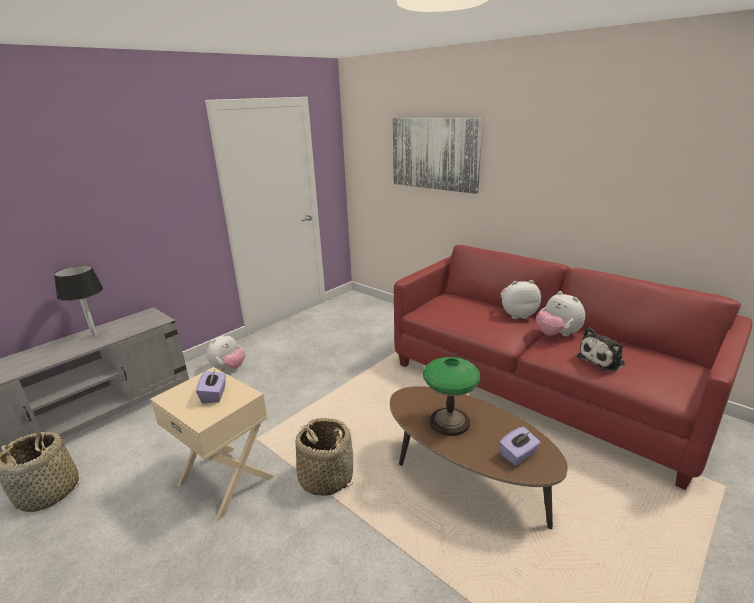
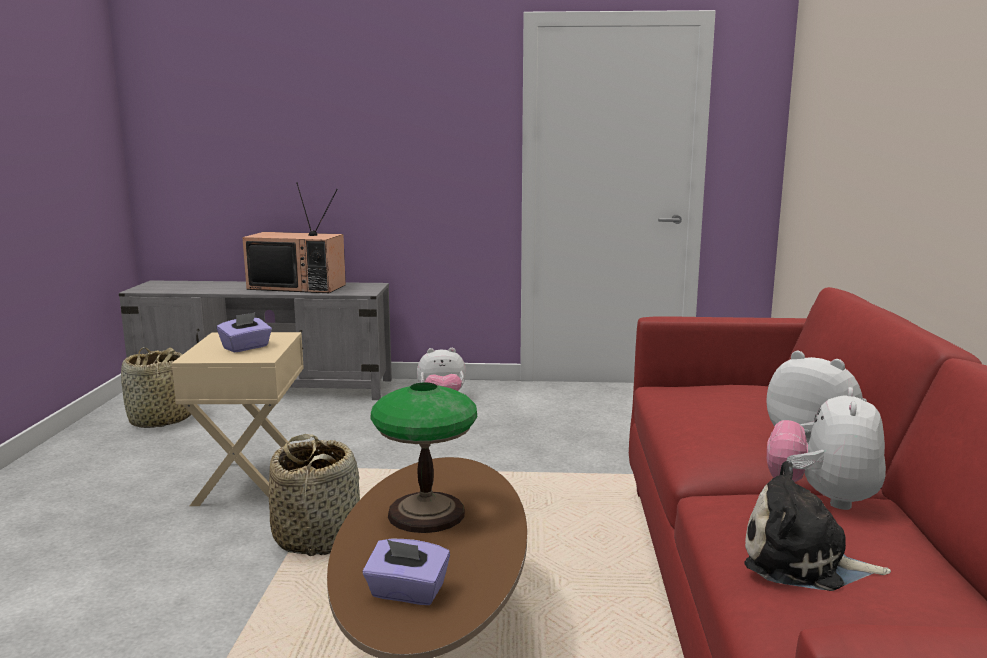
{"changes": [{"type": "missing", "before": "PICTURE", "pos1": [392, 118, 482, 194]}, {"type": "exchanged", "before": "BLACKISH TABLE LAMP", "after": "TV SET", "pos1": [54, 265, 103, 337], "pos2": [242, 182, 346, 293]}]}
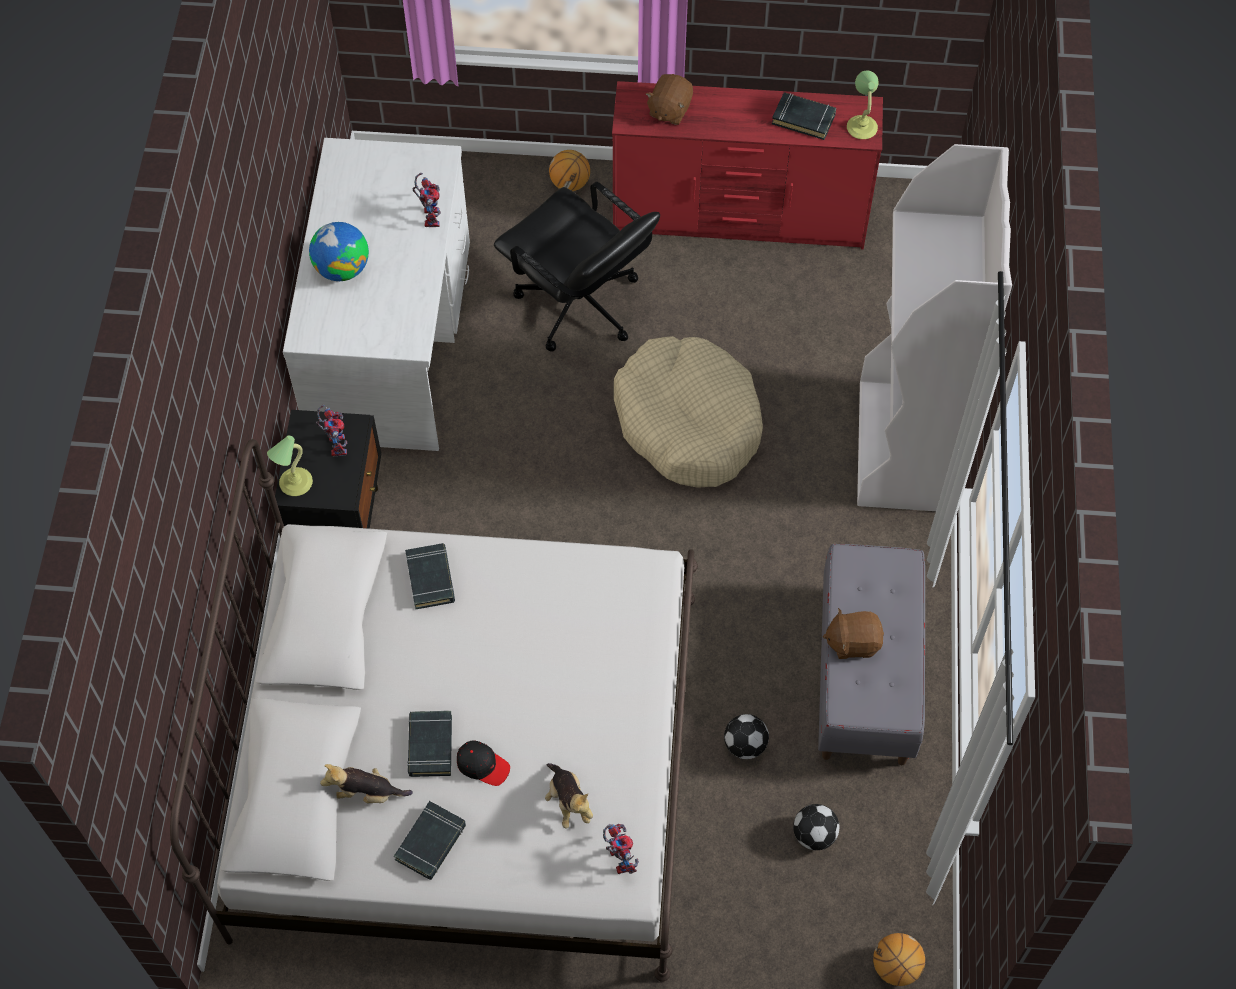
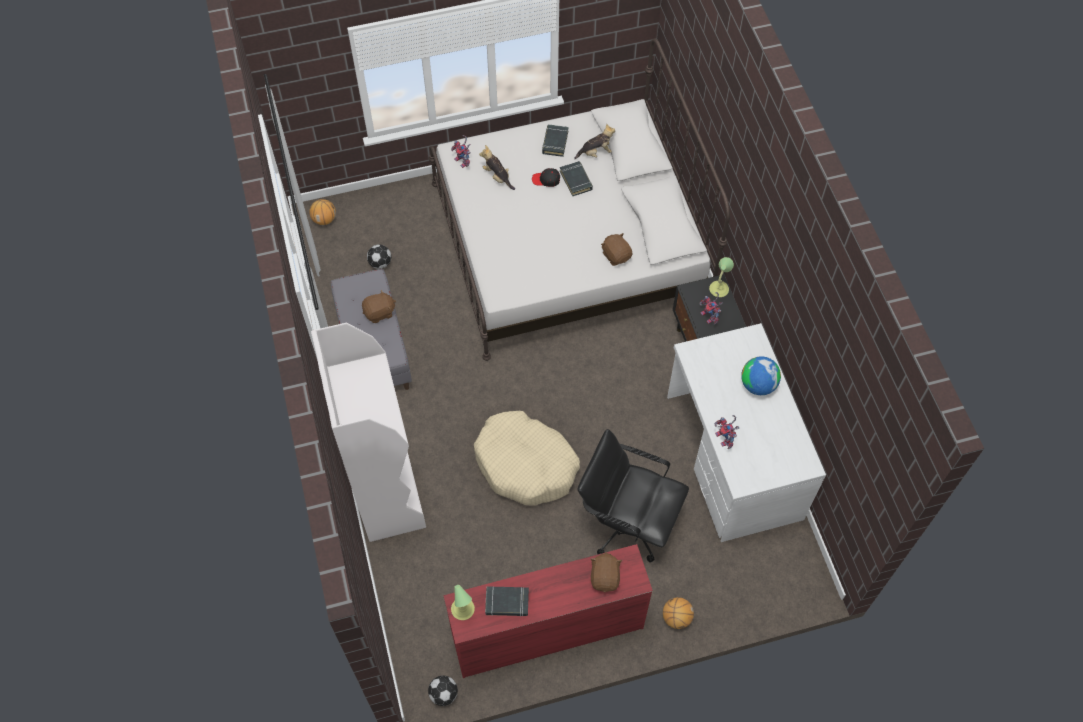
{"changes": [{"type": "relocated", "before": "FOOTBALL BALL", "pos1": [724, 714, 769, 759], "pos2": [428, 675, 458, 706]}, {"type": "exchanged", "before": "BLACKISH BOOK", "after": "BROWN CUDDLY TOY", "pos1": [405, 543, 455, 609], "pos2": [601, 233, 632, 266]}]}
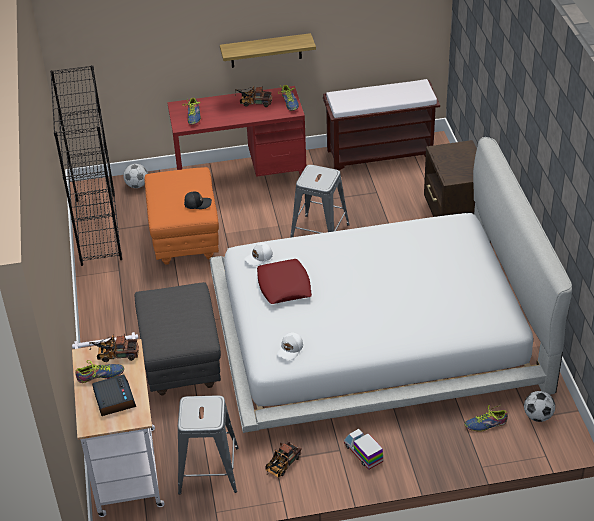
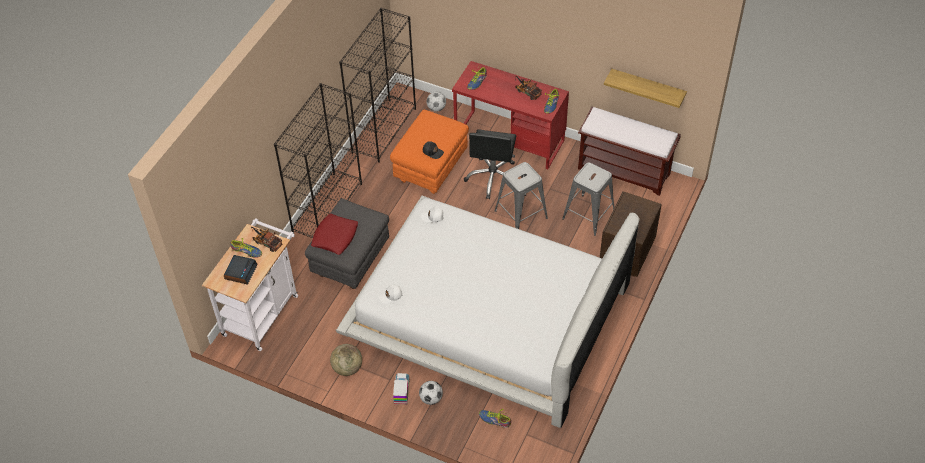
{"changes": [{"type": "appeared", "after": "BLACKISH SHELVING UNIT", "pos2": [274, 83, 362, 238]}, {"type": "appeared", "after": "BLACKISH COMPUTER CHAIR", "pos2": [464, 129, 516, 199]}, {"type": "relocated", "before": "GRAY STOOL", "pos1": [178, 395, 239, 495], "pos2": [562, 162, 615, 236]}, {"type": "relocated", "before": "BRACKET SHELF", "pos1": [220, 33, 316, 68], "pos2": [604, 69, 687, 108]}, {"type": "relocated", "before": "RED-COLOURED THROW PILLOW", "pos1": [257, 259, 312, 304], "pos2": [311, 214, 358, 255]}, {"type": "relocated", "before": "FOOTBALL BALL", "pos1": [524, 391, 555, 422], "pos2": [419, 381, 443, 405]}, {"type": "exchanged", "before": "TOY TRUCK", "after": "WORLD GLOBE", "pos1": [265, 441, 302, 478], "pos2": [330, 344, 362, 376]}]}
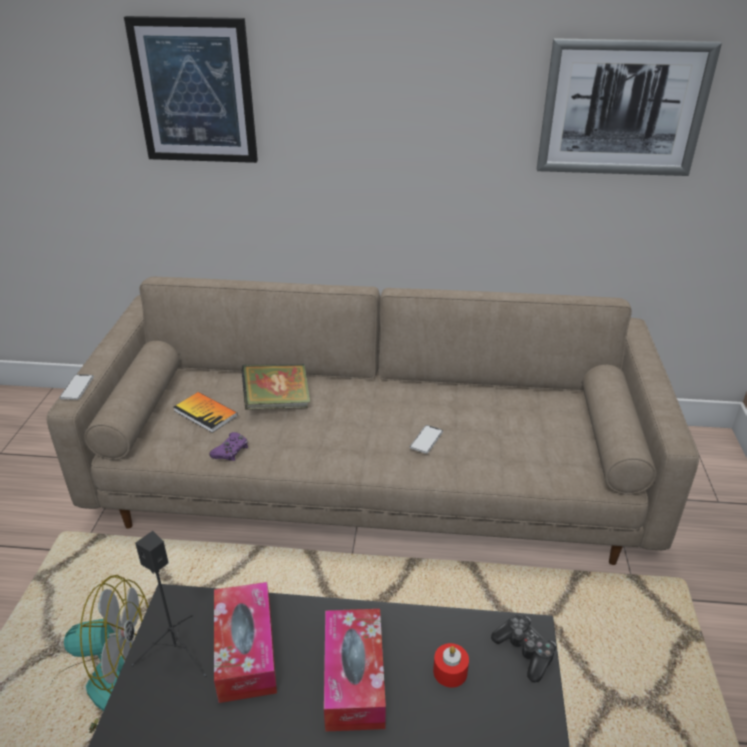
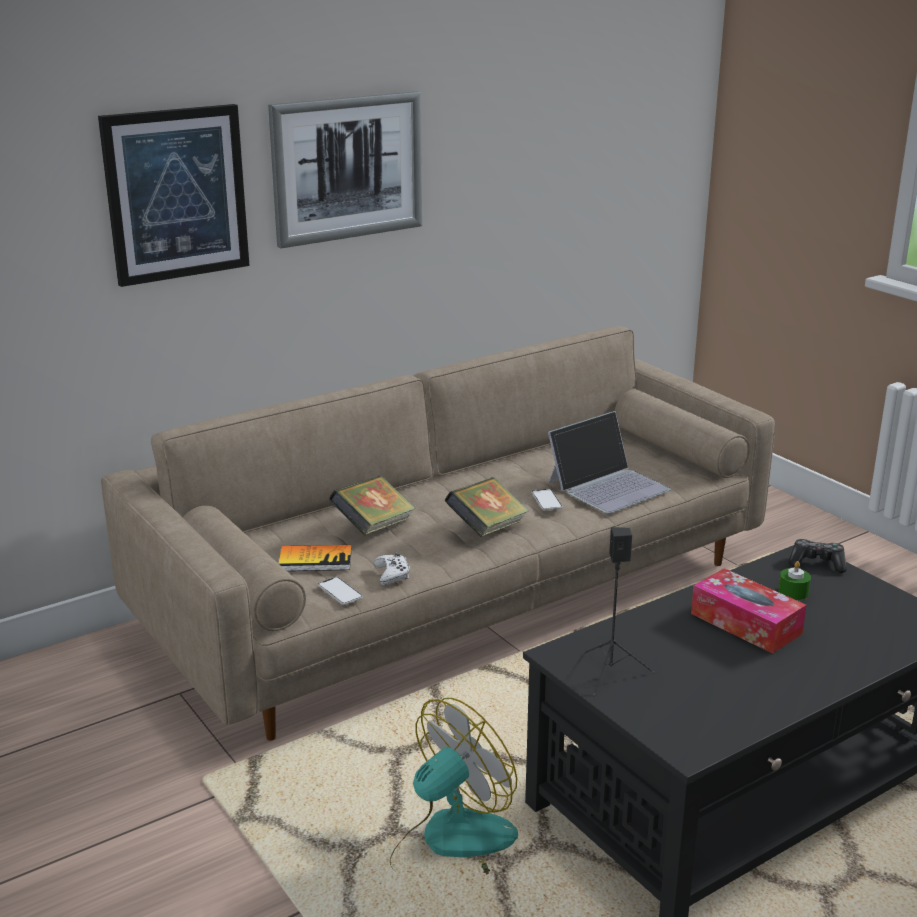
{"changes": [{"type": "missing", "before": "BOX OF TISSUES", "pos1": [214, 582, 277, 703]}, {"type": "appeared", "after": "BOOK", "pos2": [445, 477, 529, 537]}, {"type": "appeared", "after": "LAPTOP", "pos2": [548, 411, 671, 514]}, {"type": "relocated", "before": "HANDSET", "pos1": [59, 374, 94, 400], "pos2": [318, 577, 363, 605]}, {"type": "relocated", "before": "PICTURE", "pos1": [537, 39, 722, 176], "pos2": [268, 91, 422, 248]}, {"type": "colour", "before": "PURPLE-COLOURED JOYPAD", "after": "WHITE JOYPAD", "pos1": [210, 432, 248, 461], "pos2": [374, 552, 410, 585]}, {"type": "colour", "before": "RED-COLOURED CANDLE", "after": "GREEN-COLOURED CANDLE", "pos1": [433, 643, 469, 688], "pos2": [778, 561, 811, 600]}]}
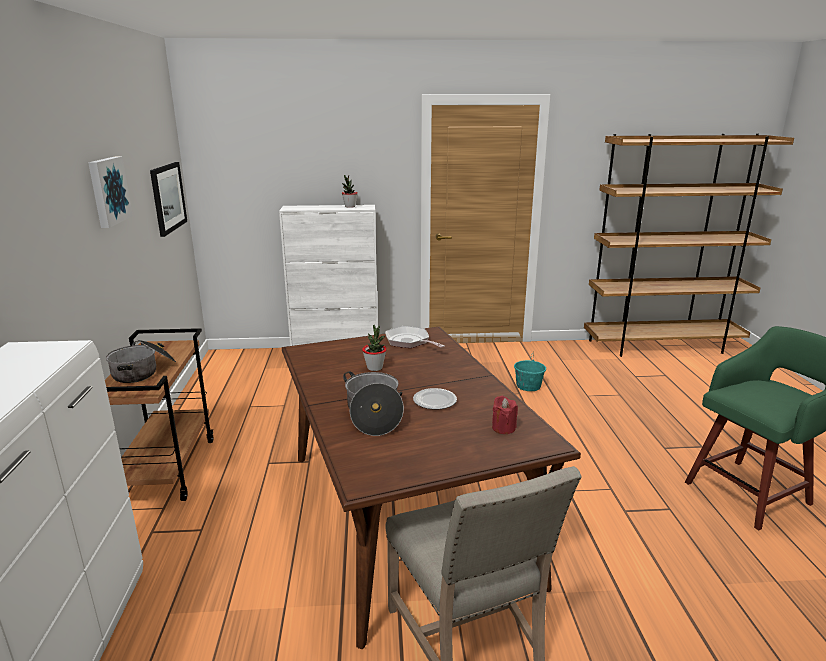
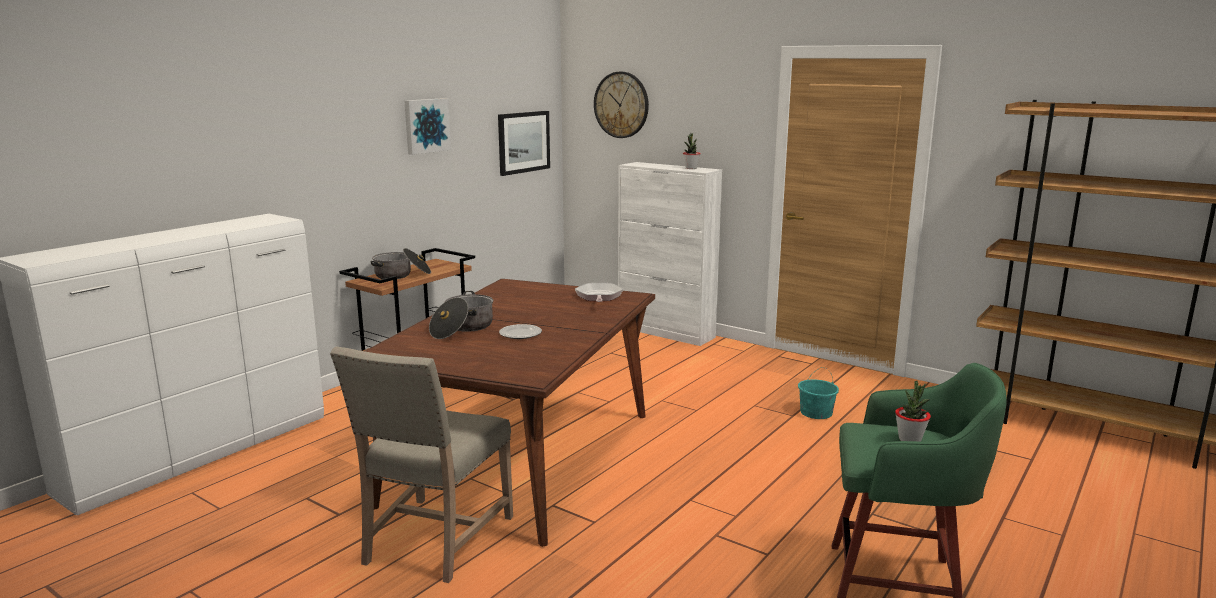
{"changes": [{"type": "missing", "before": "RED-COLOURED CANDLE", "pos1": [492, 396, 518, 434]}, {"type": "appeared", "after": "CLOCK ON THE WALL", "pos2": [594, 72, 649, 138]}, {"type": "relocated", "before": "HOUSEPLANT", "pos1": [362, 325, 387, 371], "pos2": [895, 381, 931, 441]}]}
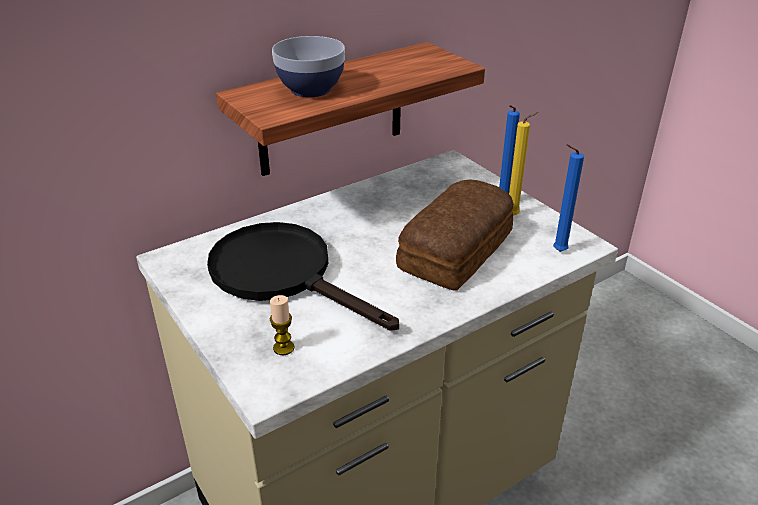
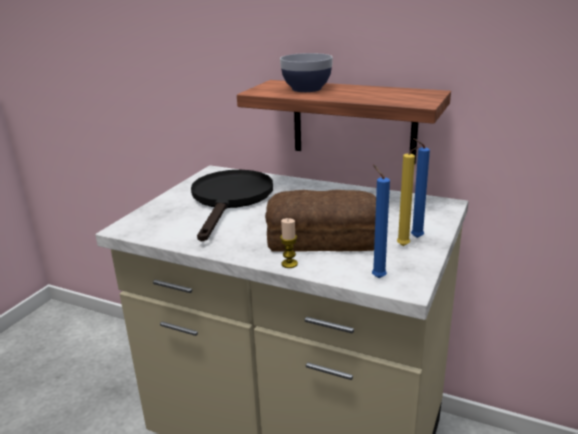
{"changes": [{"type": "relocated", "before": "CANDLE", "pos1": [270, 295, 295, 355], "pos2": [280, 218, 298, 268]}]}
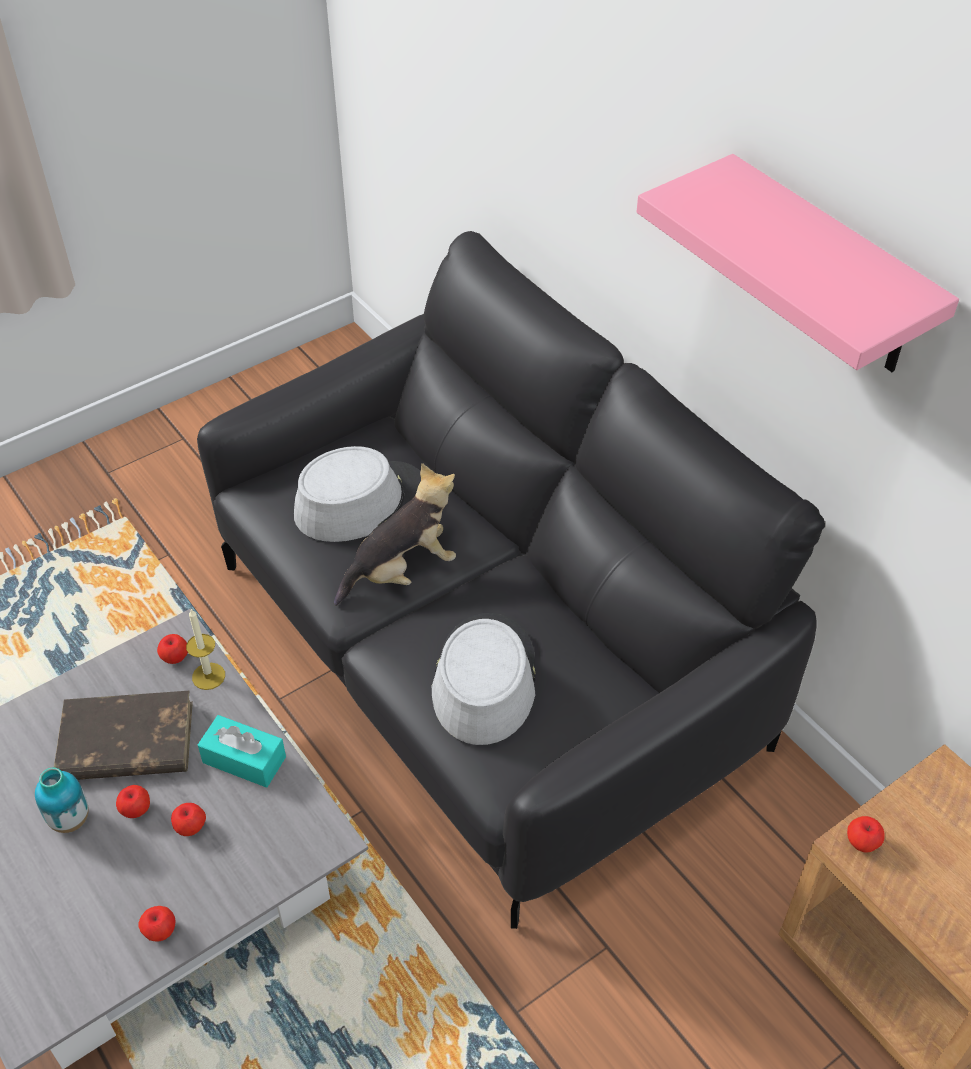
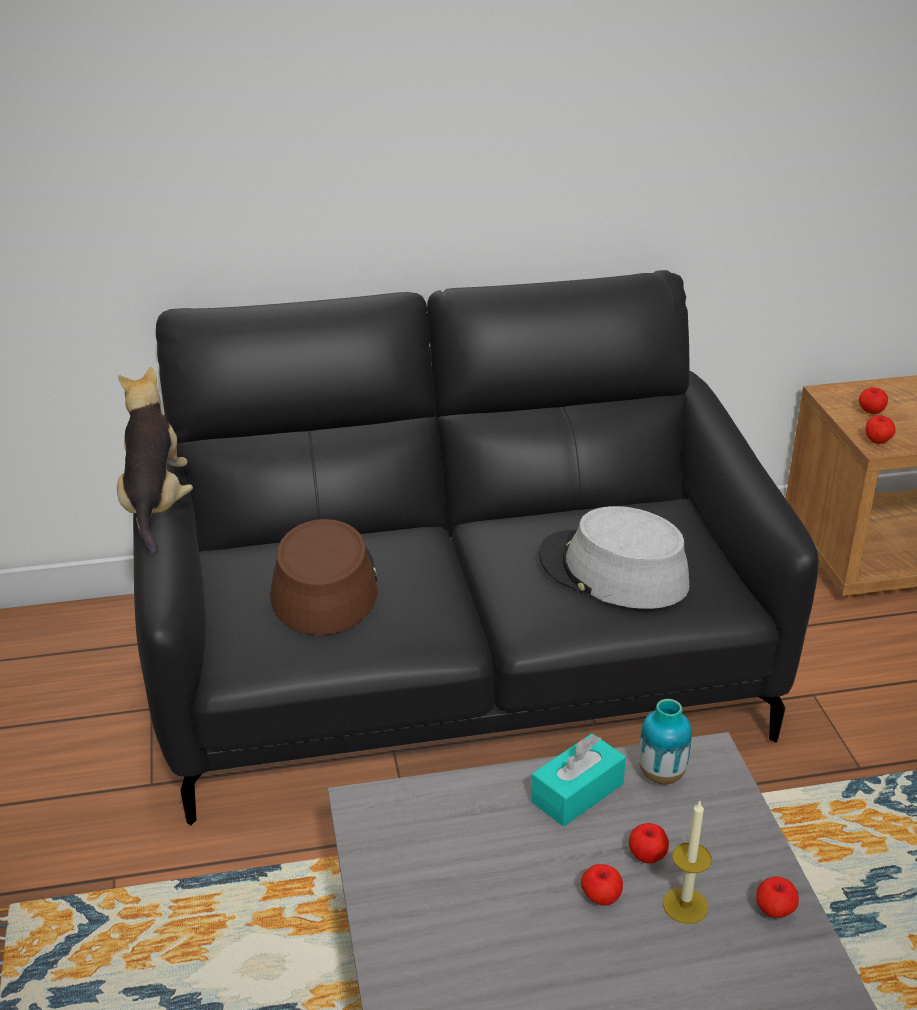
{"changes": [{"type": "missing", "before": "BROWN BOOK", "pos1": [54, 691, 193, 780]}, {"type": "missing", "before": "PINK BRACKET SHELF", "pos1": [637, 154, 959, 372]}, {"type": "relocated", "before": "VASE", "pos1": [35, 768, 89, 833], "pos2": [639, 699, 692, 784]}, {"type": "relocated", "before": "APPLE", "pos1": [157, 634, 188, 664], "pos2": [859, 387, 888, 414]}, {"type": "relocated", "before": "CANDLE", "pos1": [186, 609, 225, 690], "pos2": [663, 801, 712, 924]}, {"type": "relocated", "before": "CUDDLY TOY", "pos1": [334, 463, 456, 606], "pos2": [117, 367, 193, 554]}, {"type": "colour", "before": "GRAY CLOTHING HAT", "after": "BROWN CLOTHING HAT", "pos1": [294, 446, 421, 542], "pos2": [270, 519, 378, 635]}]}
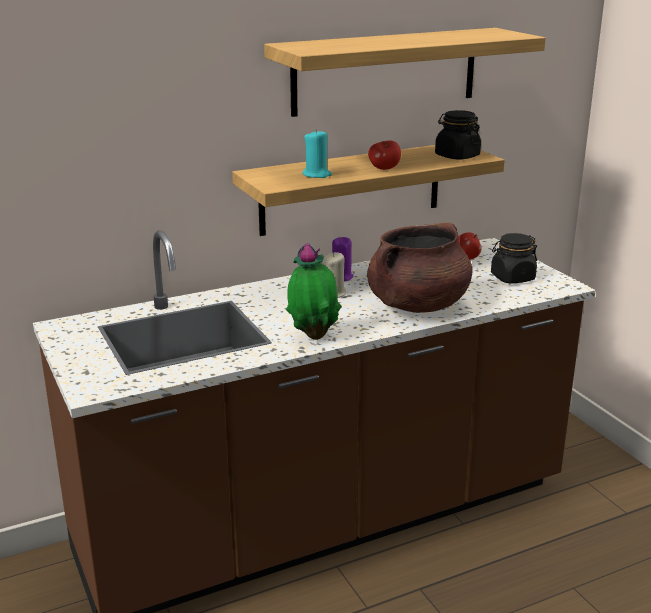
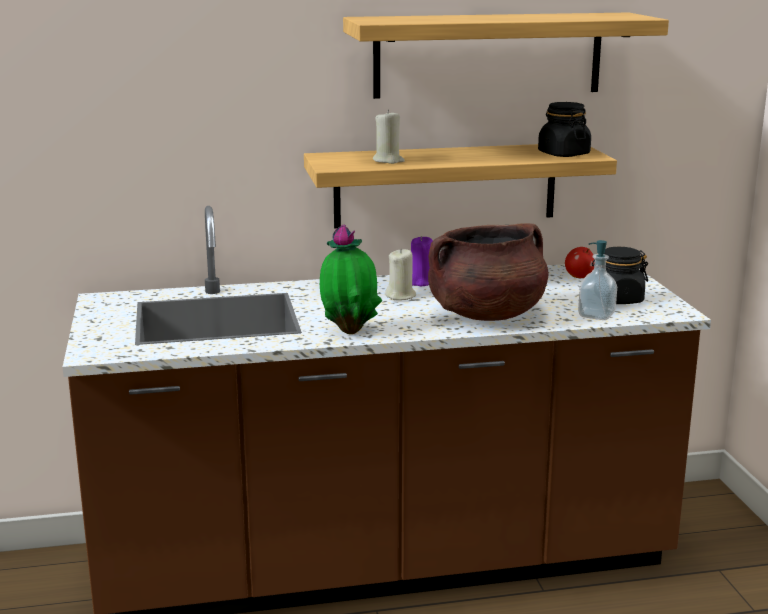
{"changes": [{"type": "missing", "before": "APPLE", "pos1": [368, 140, 401, 170]}, {"type": "appeared", "after": "SOAP DISPENSER", "pos2": [578, 240, 617, 320]}, {"type": "colour", "before": "TURQUOISE-COLOURED CANDLE", "after": "BEIGE-COLOURED CANDLE", "pos1": [302, 129, 332, 178], "pos2": [373, 110, 405, 164]}]}
